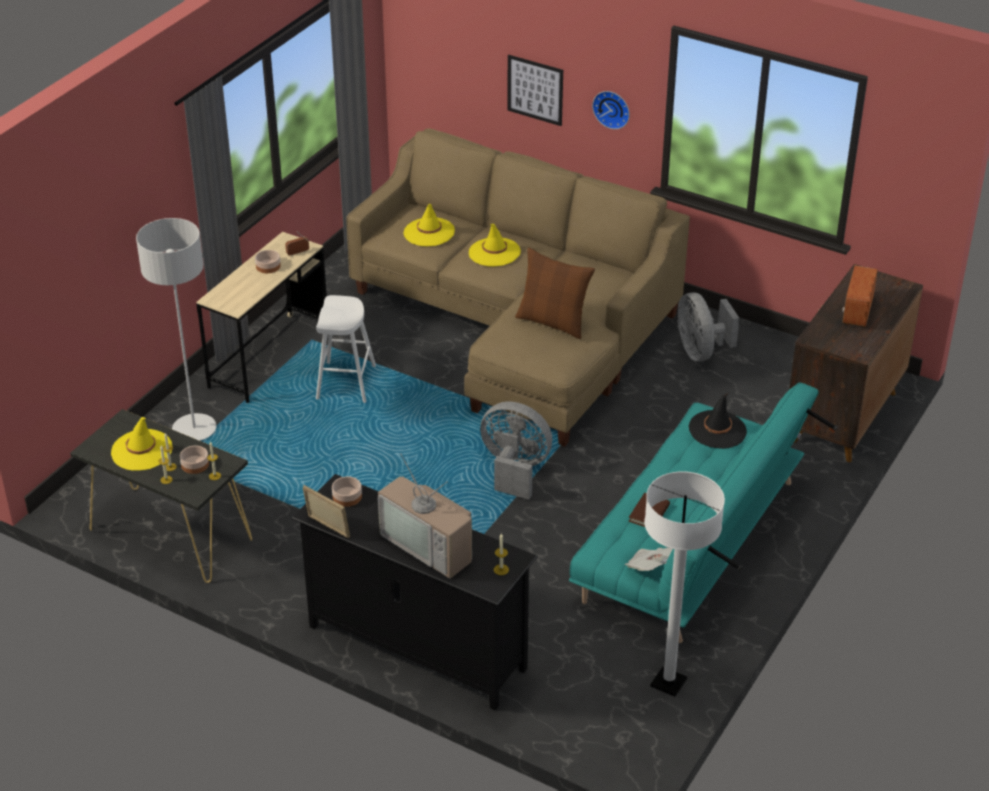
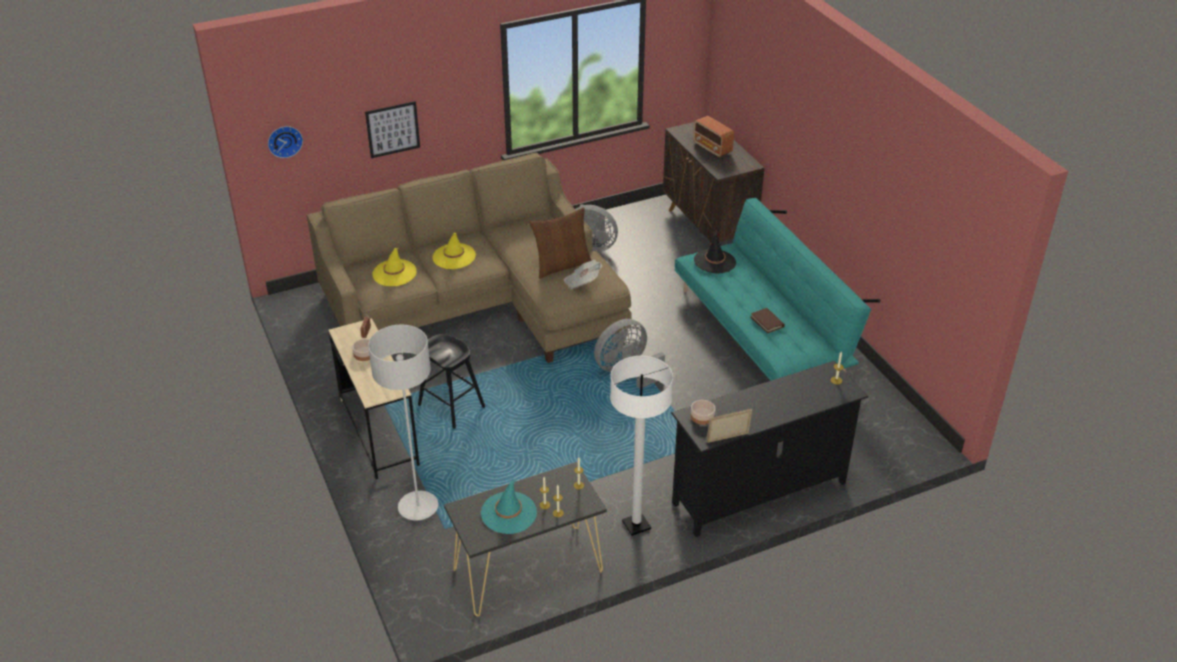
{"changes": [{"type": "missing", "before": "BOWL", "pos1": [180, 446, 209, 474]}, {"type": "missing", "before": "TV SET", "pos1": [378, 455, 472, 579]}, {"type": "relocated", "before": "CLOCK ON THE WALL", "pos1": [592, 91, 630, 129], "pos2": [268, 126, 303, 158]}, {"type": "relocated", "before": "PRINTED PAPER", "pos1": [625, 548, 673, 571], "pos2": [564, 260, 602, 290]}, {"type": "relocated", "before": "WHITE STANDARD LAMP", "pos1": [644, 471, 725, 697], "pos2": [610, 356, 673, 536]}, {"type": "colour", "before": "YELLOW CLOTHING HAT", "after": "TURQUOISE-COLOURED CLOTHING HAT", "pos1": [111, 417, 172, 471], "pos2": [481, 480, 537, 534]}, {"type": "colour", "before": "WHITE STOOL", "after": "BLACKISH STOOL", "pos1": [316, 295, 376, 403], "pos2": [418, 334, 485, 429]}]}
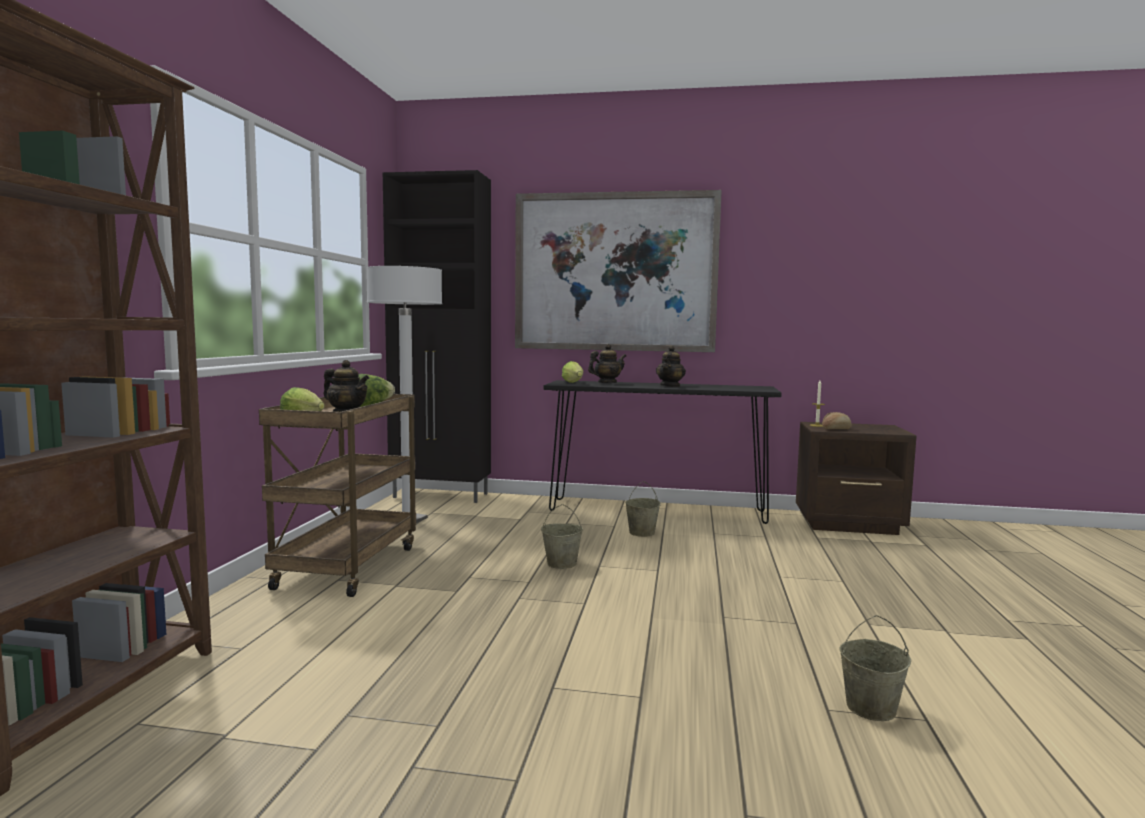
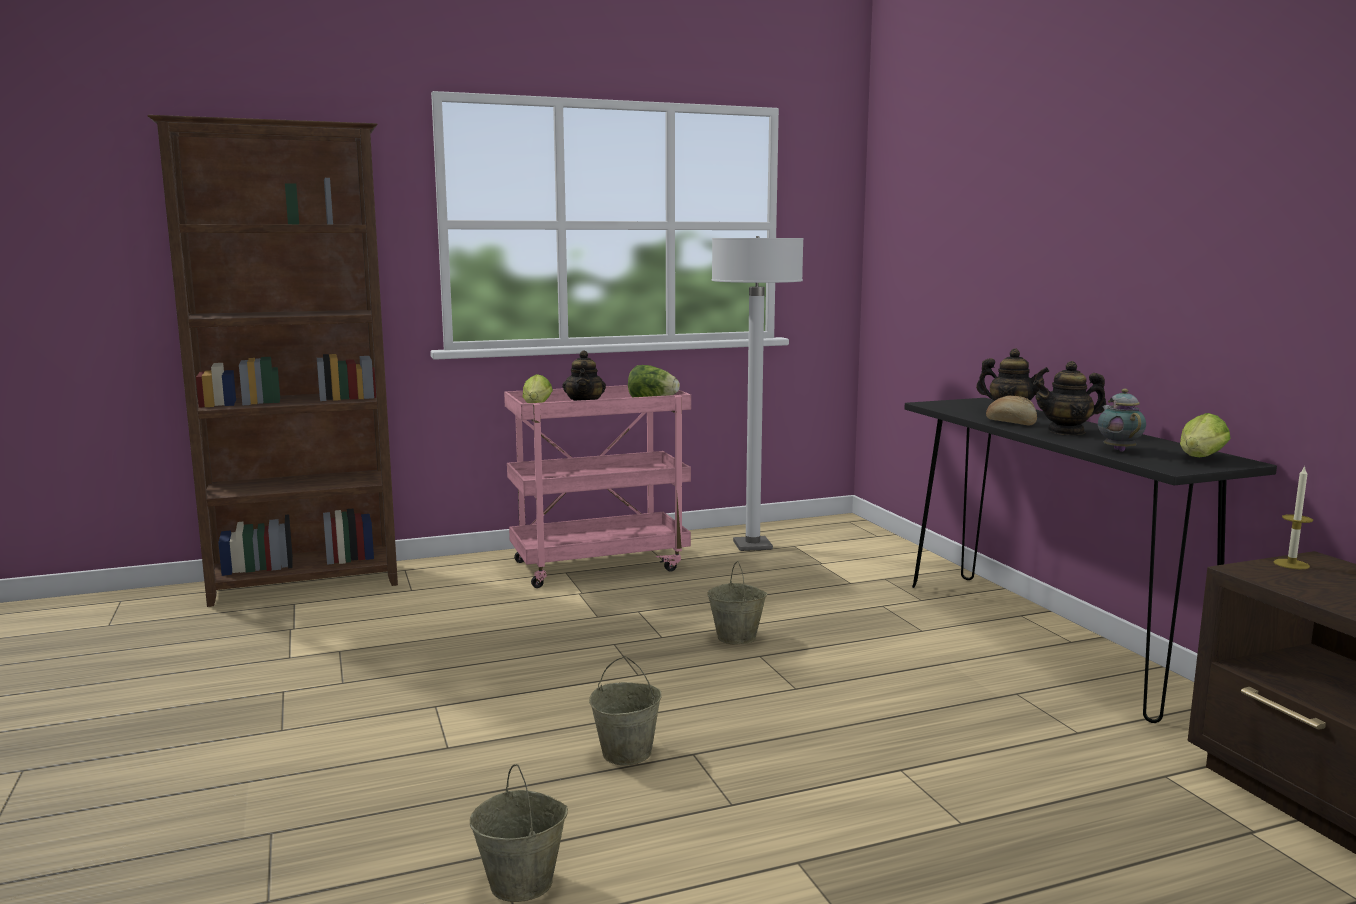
{"changes": [{"type": "missing", "before": "BLACKISH CUPBOARD", "pos1": [383, 170, 491, 503]}, {"type": "missing", "before": "PICTURE", "pos1": [515, 190, 722, 352]}, {"type": "appeared", "after": "TEA POT", "pos2": [1098, 389, 1146, 452]}, {"type": "relocated", "before": "HEAD OF LETTUCE", "pos1": [562, 361, 583, 383], "pos2": [1180, 413, 1231, 457]}, {"type": "relocated", "before": "BEIGE-COLOURED PAIL", "pos1": [625, 481, 661, 537], "pos2": [589, 656, 662, 765]}, {"type": "relocated", "before": "BAKERY BREAD", "pos1": [822, 412, 852, 429], "pos2": [986, 395, 1037, 426]}, {"type": "colour", "before": "BROWN WHEELED CART", "after": "PINK WHEELED CART", "pos1": [259, 394, 416, 597], "pos2": [504, 385, 691, 588]}]}
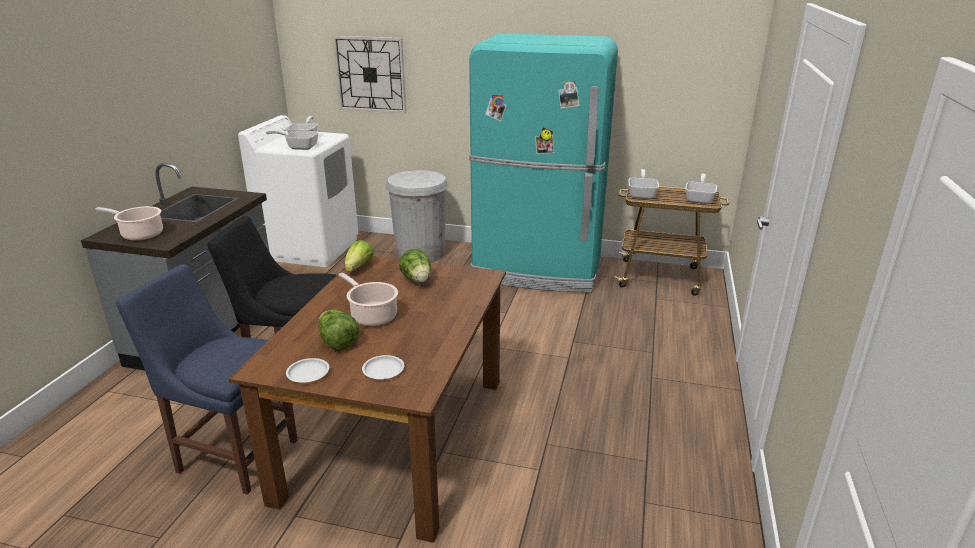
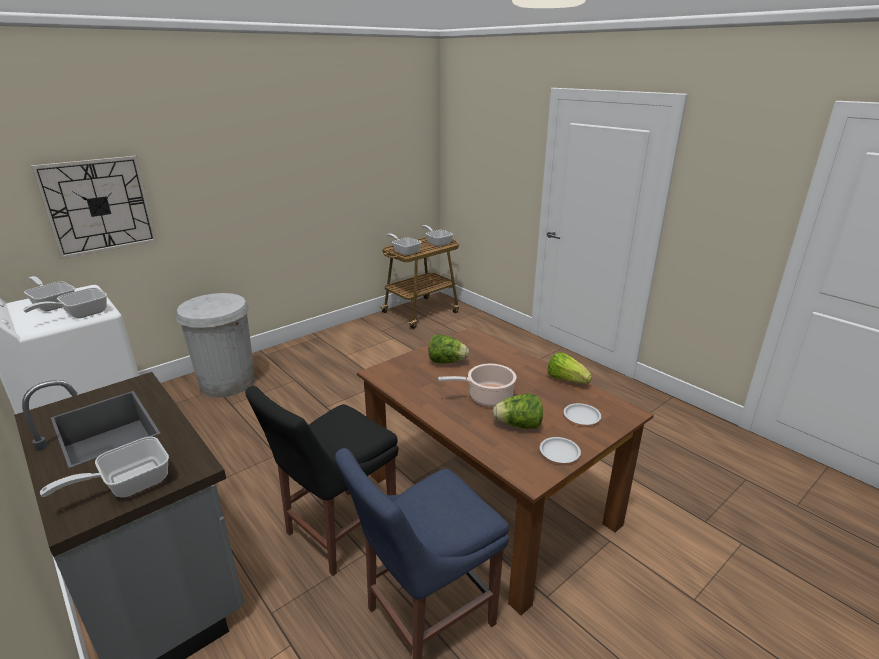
{"changes": [{"type": "missing", "before": "TURQUOISE-COLOURED REFRIGERATOR", "pos1": [469, 33, 618, 292]}, {"type": "relocated", "before": "HEAD OF LETTUCE", "pos1": [345, 240, 374, 271], "pos2": [548, 352, 592, 384]}, {"type": "exchanged", "before": "SAUCEPOT", "after": "PAN", "pos1": [95, 206, 163, 241], "pos2": [40, 436, 169, 497]}]}
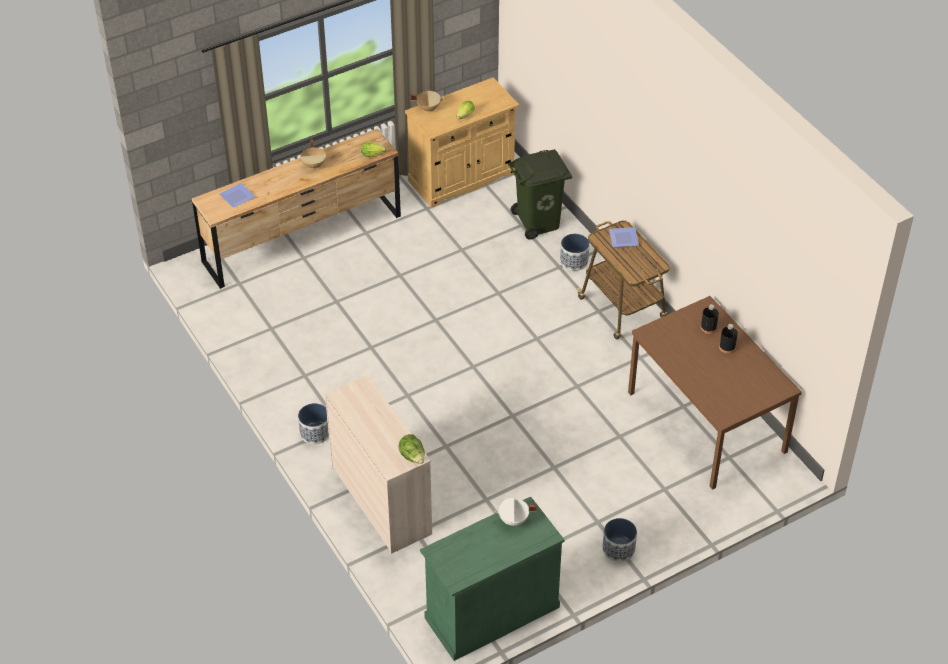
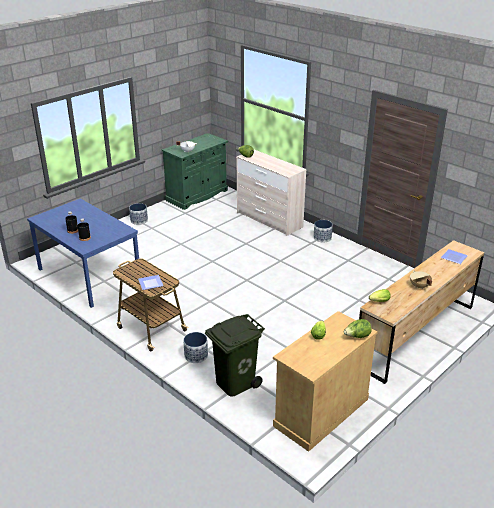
{"changes": [{"type": "exchanged", "before": "BEIGE-COLOURED SAUCEPOT", "after": "HEAD OF LETTUCE", "pos1": [410, 91, 444, 111], "pos2": [344, 319, 372, 338]}, {"type": "colour", "before": "BROWN KITCHEN TABLE", "after": "BLUISH KITCHEN TABLE", "pos1": [628, 296, 802, 490], "pos2": [27, 198, 139, 308]}]}
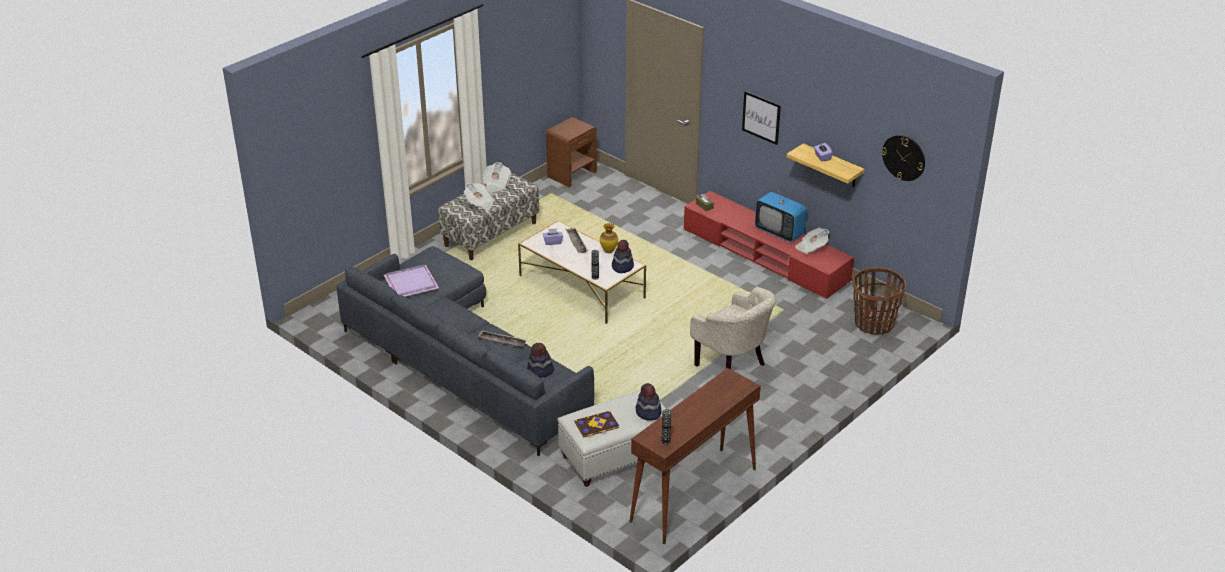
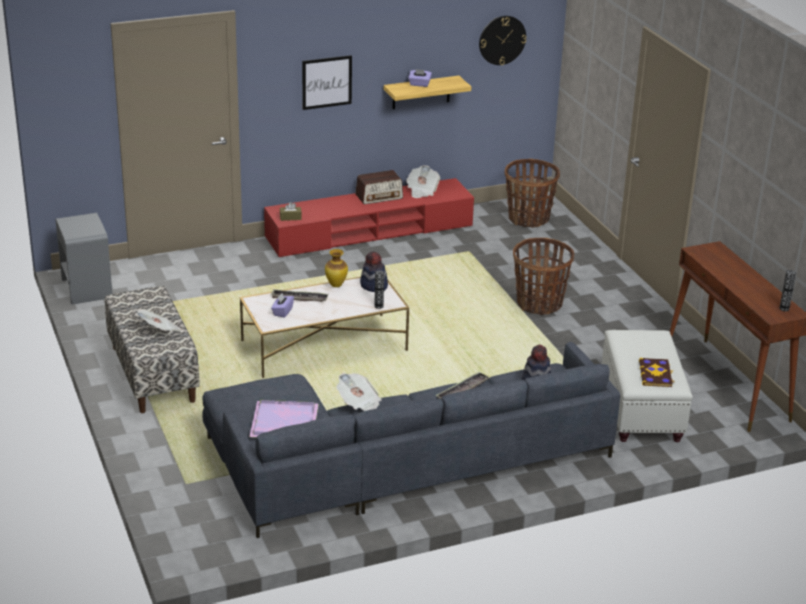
{"changes": [{"type": "missing", "before": "CLOTHING HAT", "pos1": [636, 383, 662, 421]}, {"type": "relocated", "before": "PRINTED PAPER", "pos1": [482, 162, 511, 193], "pos2": [336, 373, 382, 411]}, {"type": "exchanged", "before": "BEIGE-COLOURED ARMCHAIR", "after": "STORAGE BASKET", "pos1": [690, 287, 776, 369], "pos2": [513, 238, 574, 315]}, {"type": "exchanged", "before": "TV SET", "after": "RADIO RECEIVER", "pos1": [755, 181, 807, 242], "pos2": [355, 170, 403, 204]}, {"type": "colour", "before": "BROWN NIGHTSTAND", "after": "GRAY NIGHTSTAND", "pos1": [546, 117, 597, 187], "pos2": [55, 213, 113, 305]}]}
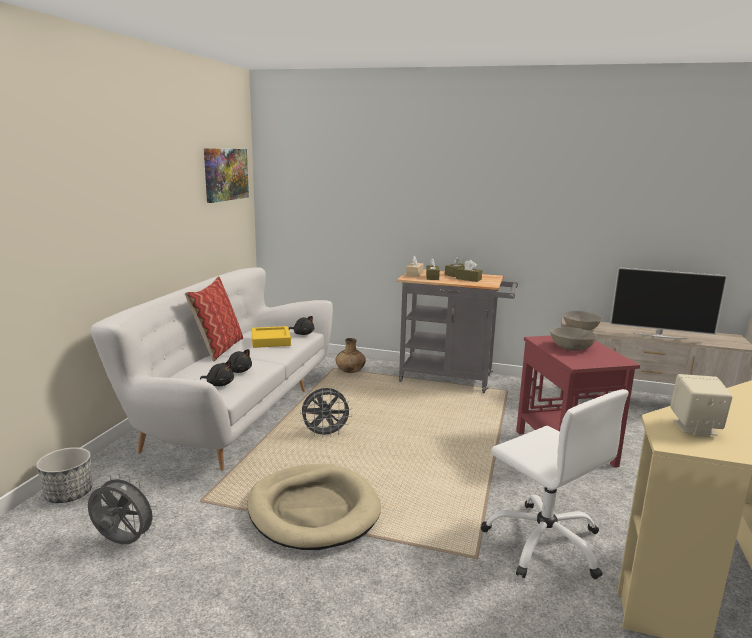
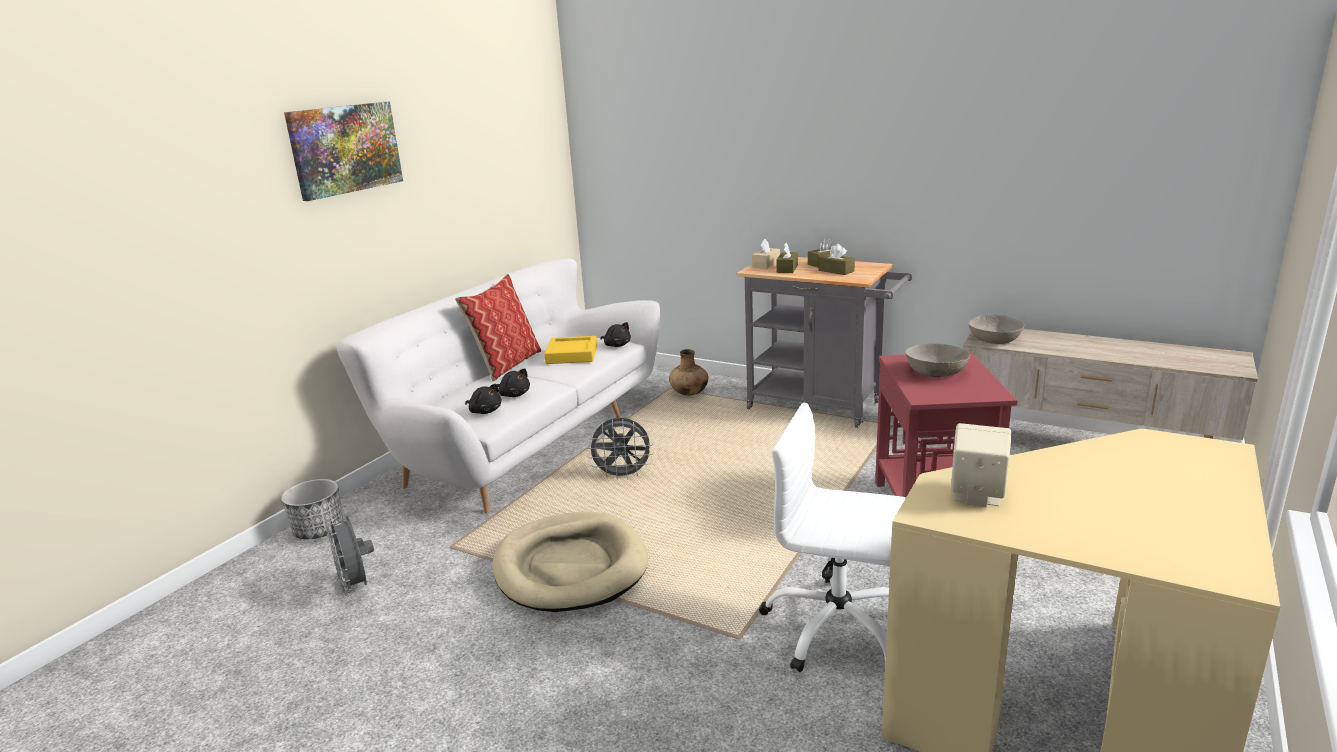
{"changes": [{"type": "missing", "before": "TV SET", "pos1": [610, 267, 728, 339]}, {"type": "relocated", "before": "PICTURE", "pos1": [204, 149, 249, 203], "pos2": [284, 102, 403, 201]}, {"type": "spun", "before": "GRAY FAN", "pos1": [88, 474, 158, 544], "pos2": [325, 516, 374, 596], "turn": -150}, {"type": "spun", "before": "WHITE COMPUTER CHAIR", "pos1": [481, 389, 629, 579], "pos2": [759, 403, 906, 672], "turn": 135}]}
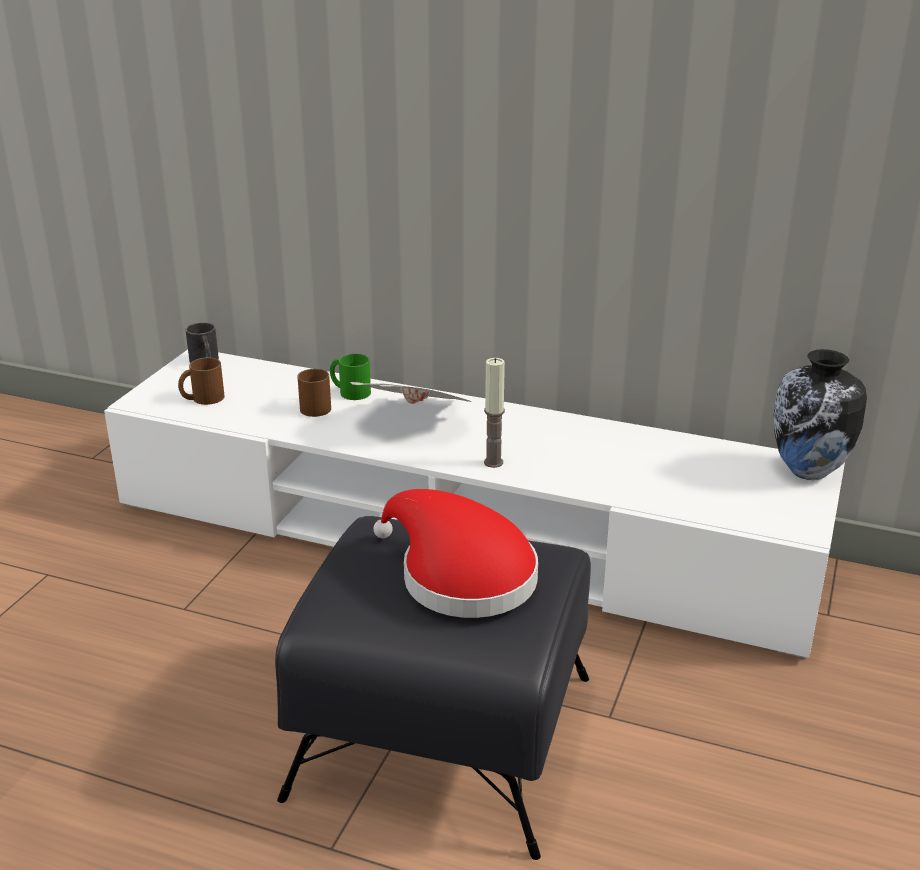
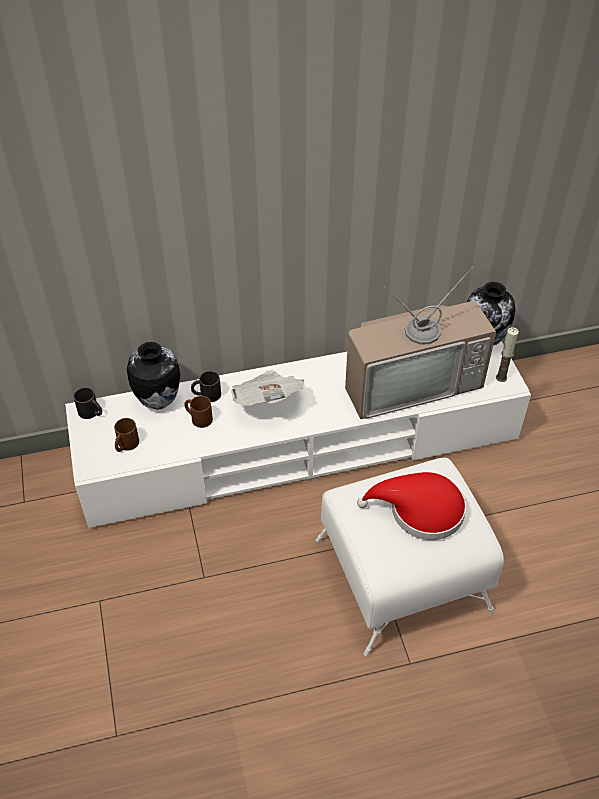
{"changes": [{"type": "appeared", "after": "VASE", "pos2": [127, 342, 180, 410]}, {"type": "appeared", "after": "TV SET", "pos2": [345, 266, 496, 419]}, {"type": "relocated", "before": "CANDLE", "pos1": [484, 358, 505, 468], "pos2": [496, 327, 519, 382]}, {"type": "colour", "before": "BLACKISH FOOTREST", "after": "WHITE FOOTREST", "pos1": [275, 516, 591, 860], "pos2": [316, 457, 504, 656]}, {"type": "colour", "before": "GREEN-COLOURED MUG", "after": "BLACKISH MUG", "pos1": [330, 353, 371, 400], "pos2": [191, 371, 221, 402]}]}
